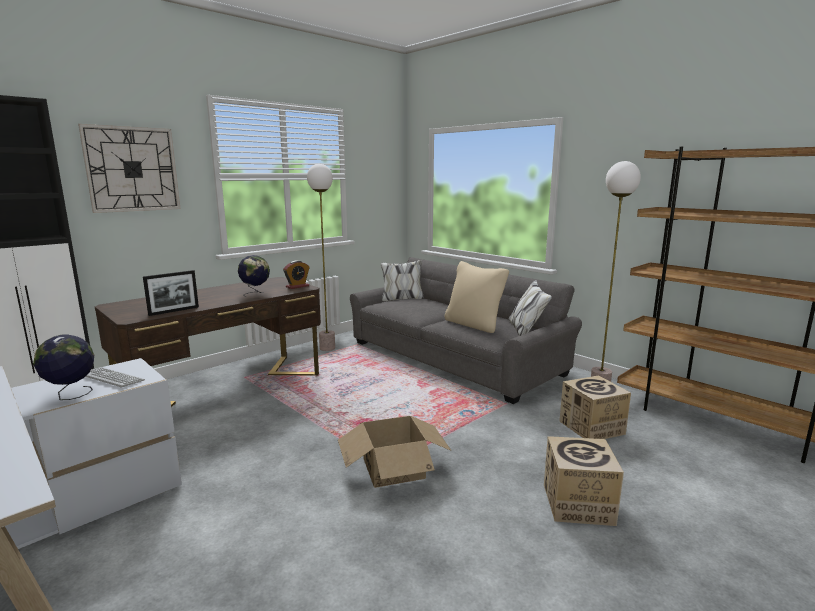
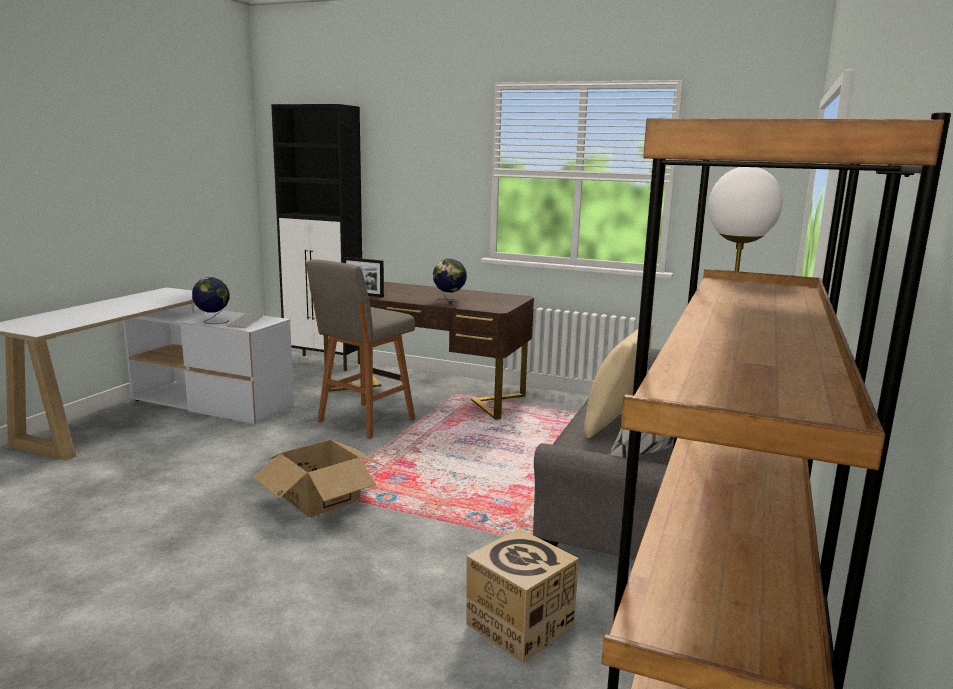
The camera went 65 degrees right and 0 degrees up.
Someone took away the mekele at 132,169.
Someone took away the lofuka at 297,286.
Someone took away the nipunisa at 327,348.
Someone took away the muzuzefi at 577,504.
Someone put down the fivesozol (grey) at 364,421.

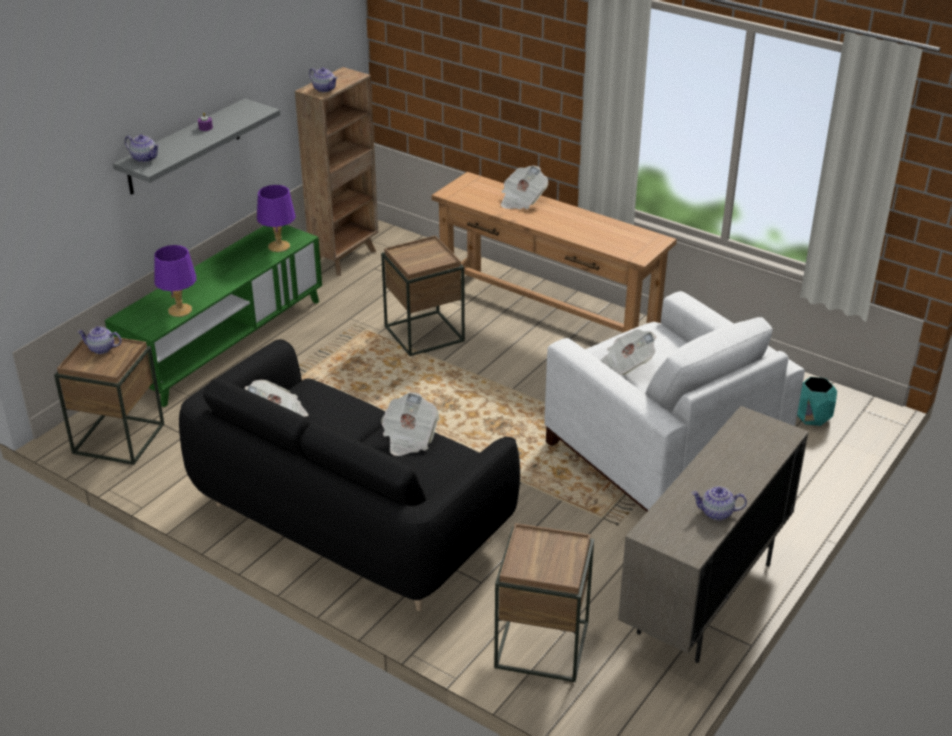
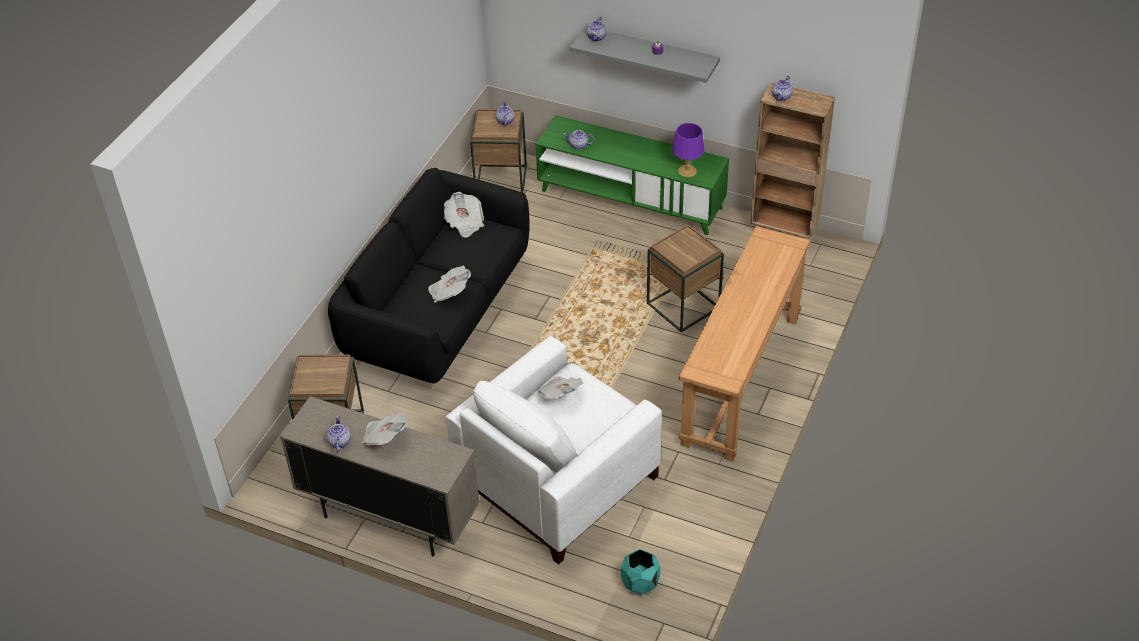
The camera went 80 degrees right and 10 degrees up.
Someone swapped the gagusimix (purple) at 180,310 for the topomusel at 578,146.
Someone carried the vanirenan from 522,200 to 385,437.

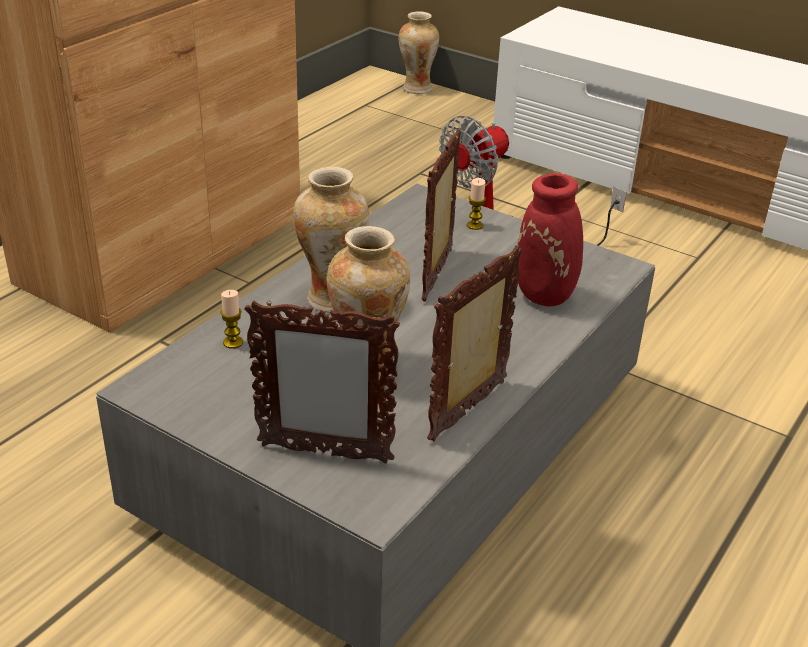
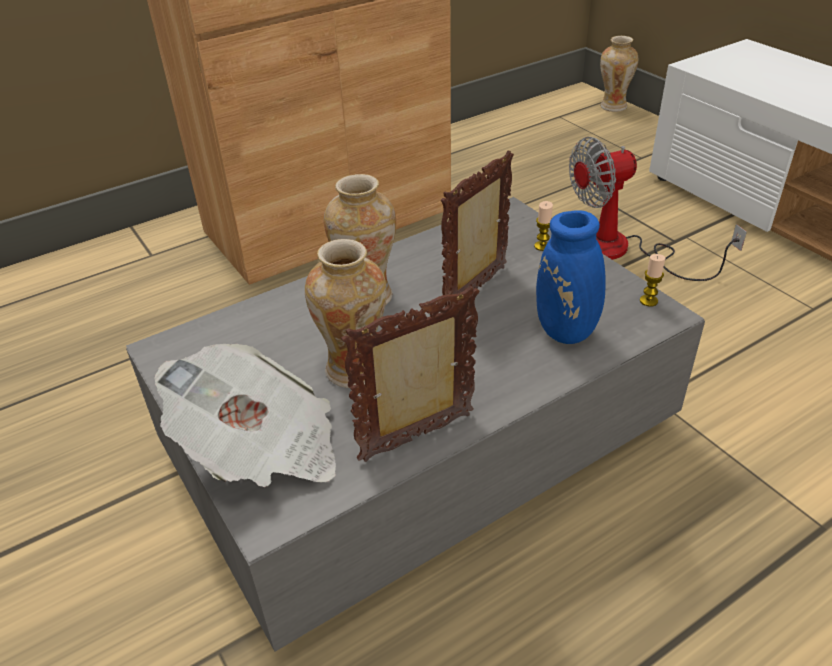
The camera went 25 degrees right and 5 degrees up.
Someone carried the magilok from 233,342 to 648,301.
Someone swapped the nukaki at 323,453 for the vanirenan at 261,448.
Someone repainted the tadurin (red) at 549,297, which became the tadurin (blue) at 570,334.

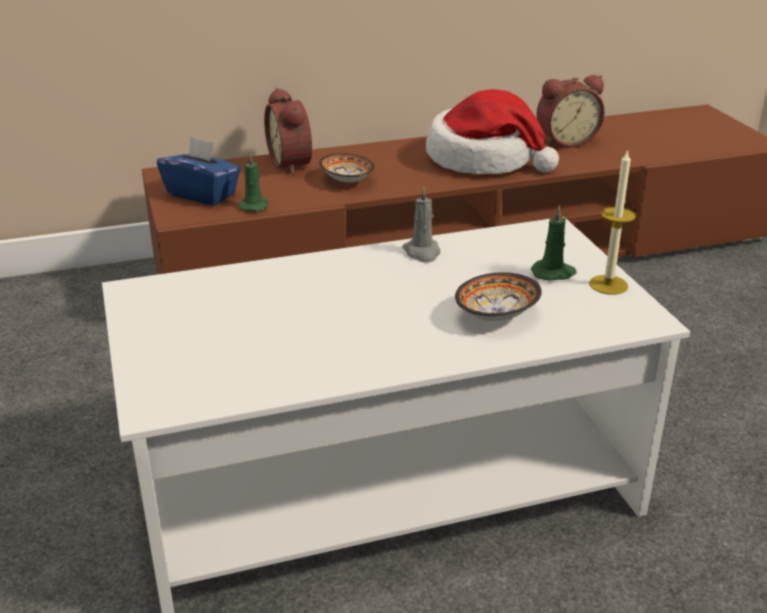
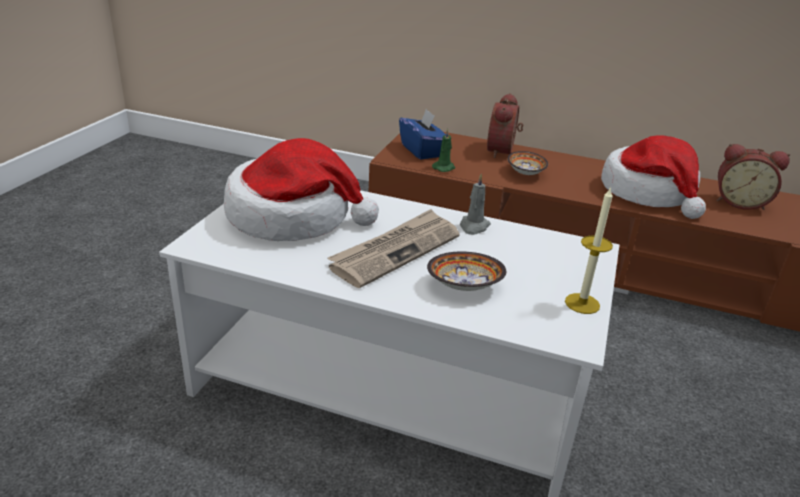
The camera went 35 degrees right and 0 degrees up.
Someone took away the magilok (green) at 554,273.
Someone put down the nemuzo at 293,216.
Someone put down the vanirenan at 395,250.

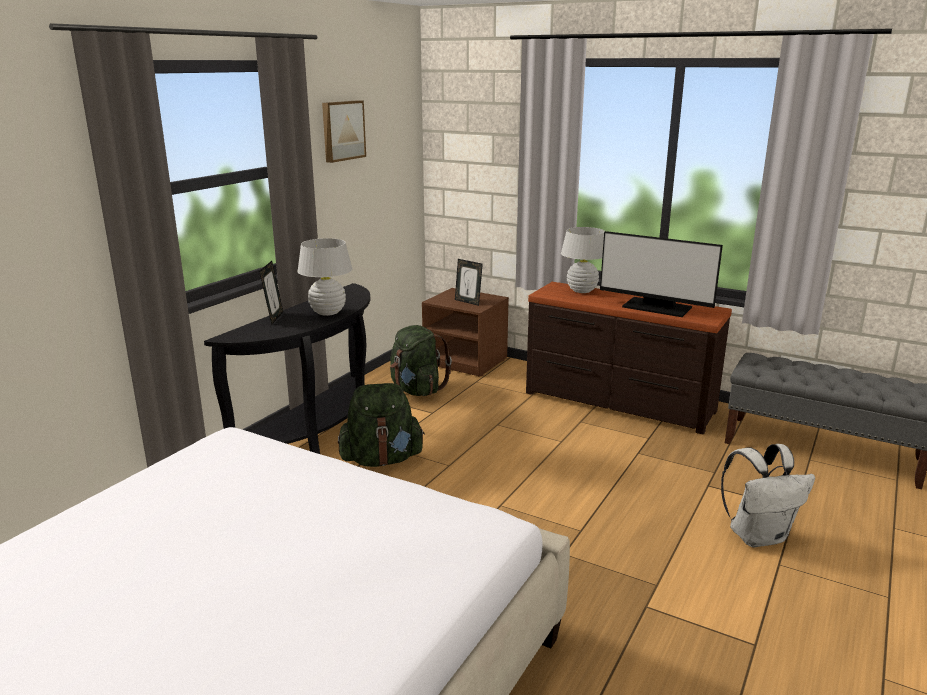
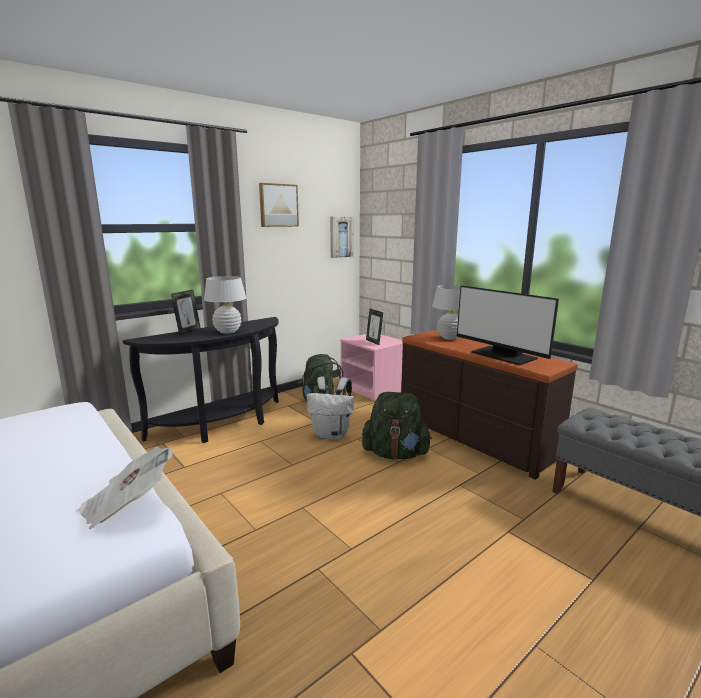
The camera went 20 degrees right and 5 degrees down.
Someone carried the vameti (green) from 382,459 to 395,454.
Someone repainted the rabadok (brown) at 466,361, which became the rabadok (pink) at 374,388.
Someone carried the vameti (white) from 758,536 to 332,434.
Someone put down the vanirenan at 128,506.
Someone put up the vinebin at 340,237.

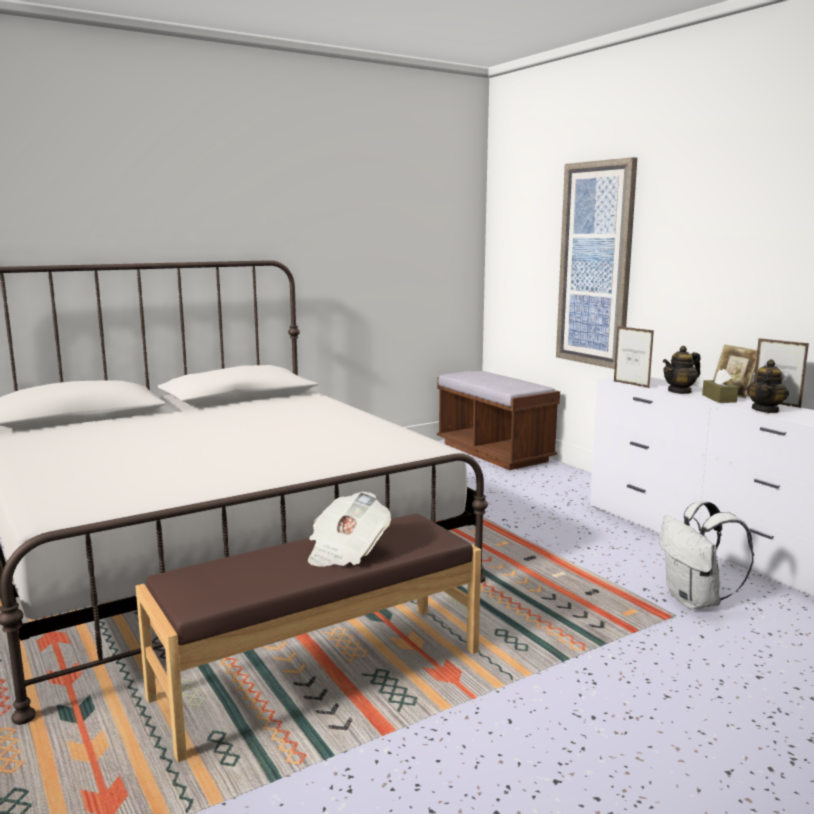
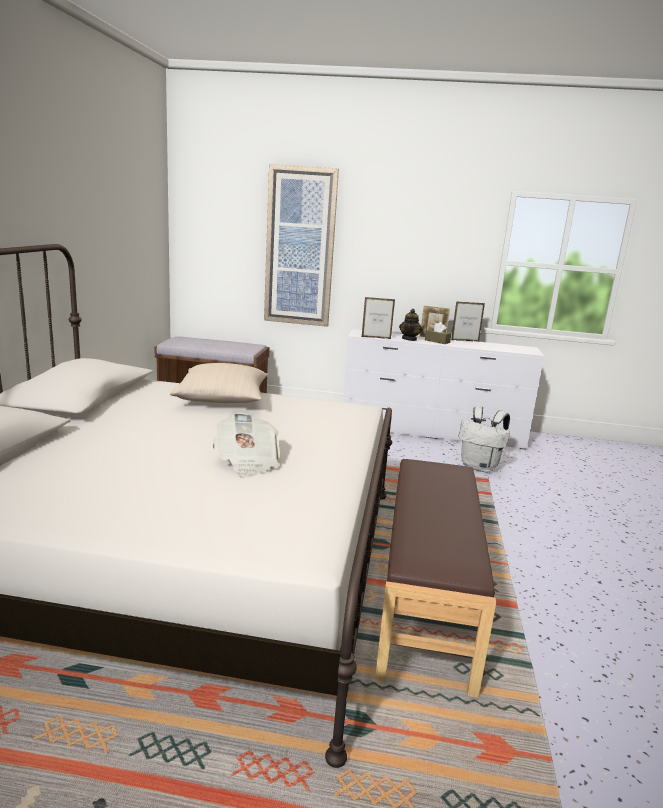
The camera went 50 degrees left and 5 degrees up.
Someone carried the vanirenan from 346,552 to 246,462.
Someone took away the topomusel at 765,410.
Someone put down the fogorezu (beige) at 222,399.

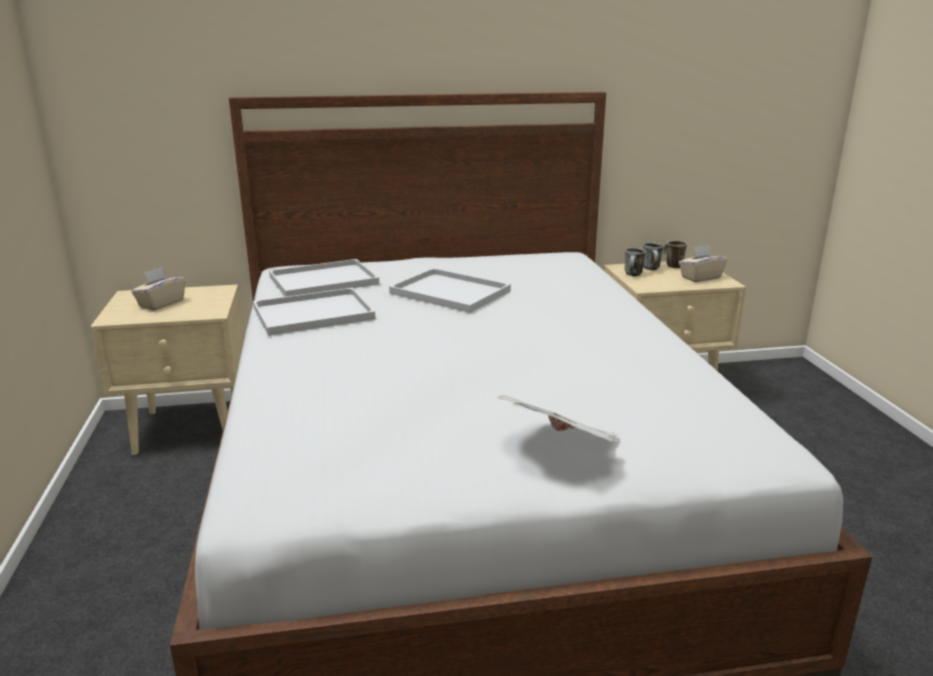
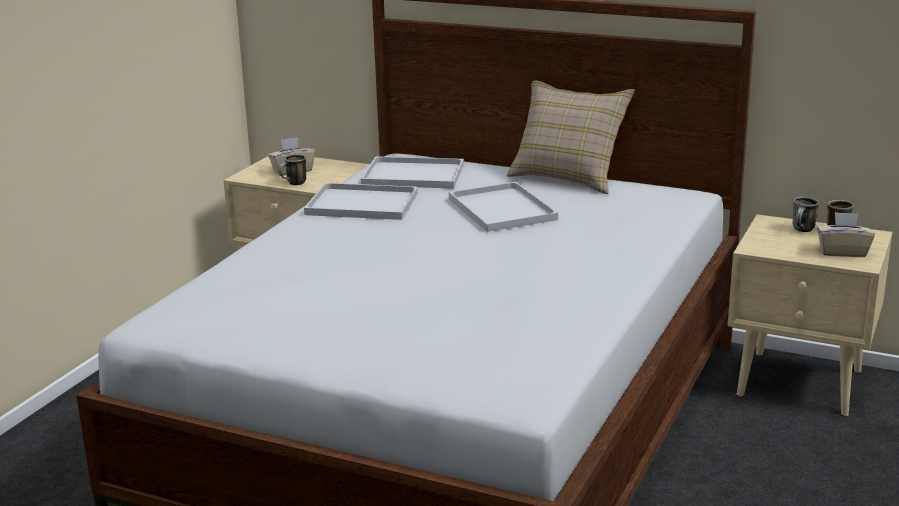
The camera went 35 degrees right and 0 degrees up.
Someone took away the vanirenan at 563,449.
Someone carried the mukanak from 633,275 to 294,184.
Someone put down the fogorezu (beige) at 568,177.

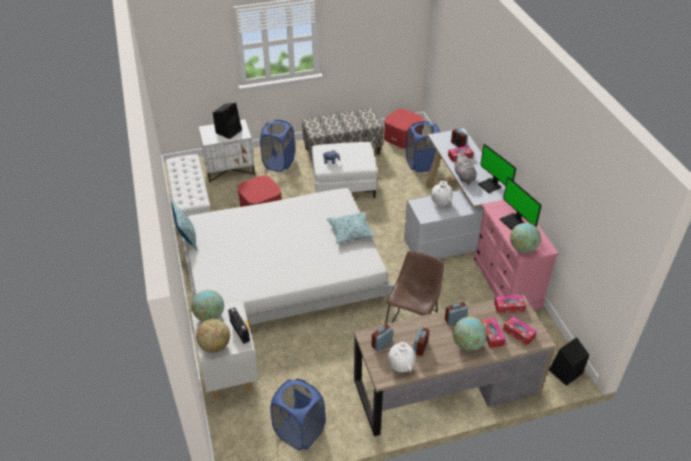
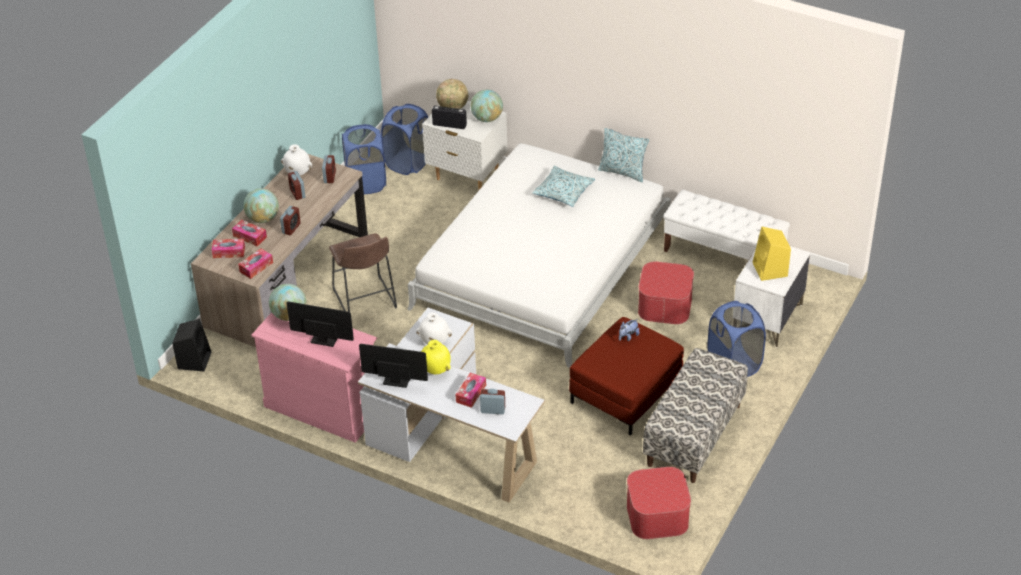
The camera went 135 degrees right and 0 degrees up.
Someone repainted the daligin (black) at 229,131, which became the daligin (yellow) at 770,270.
Someone repainted the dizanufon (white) at 344,184, which became the dizanufon (red) at 625,394.
Someone carried the fogorezu from 350,232 to 563,192.
Someone carried the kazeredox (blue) from 421,164 to 408,163.
Someone swapped the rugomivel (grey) at 464,177 for the tadurin (yellow) at 435,370.

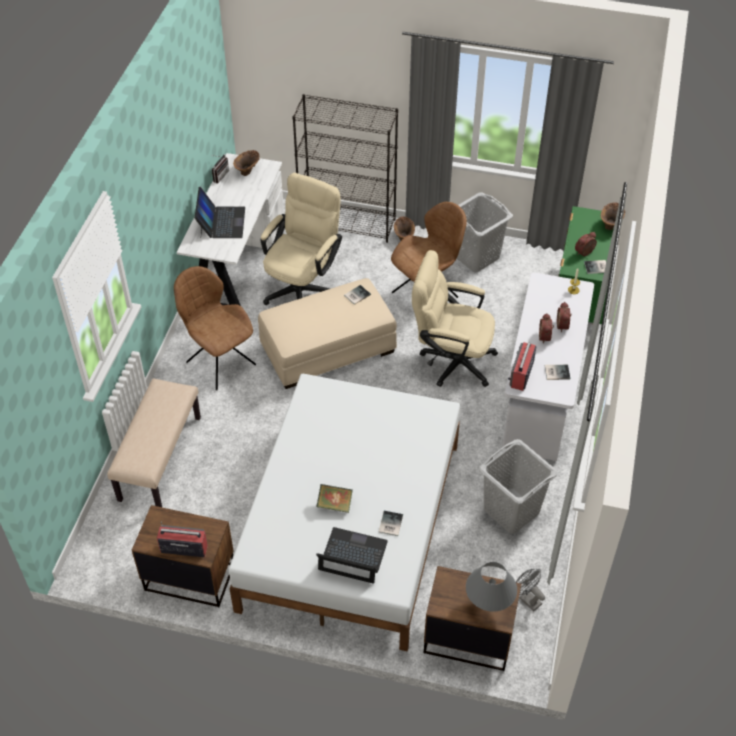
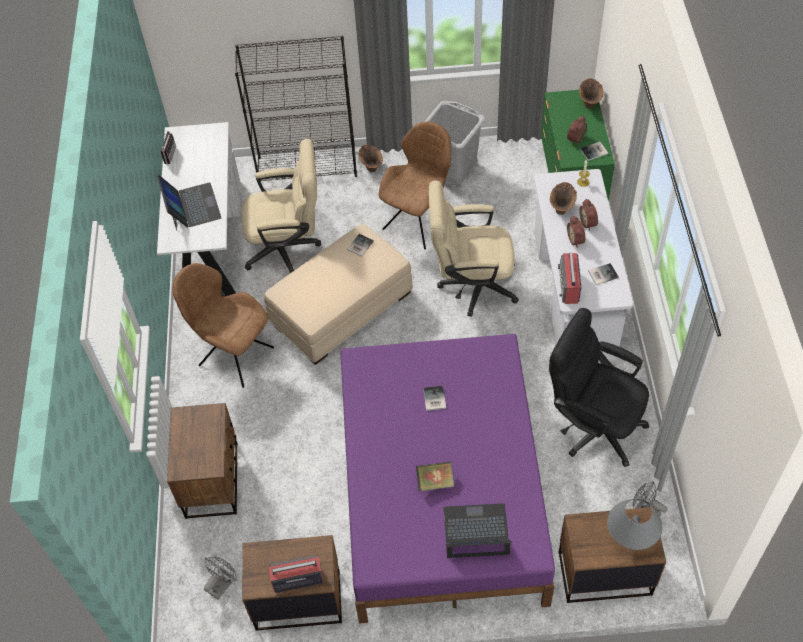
The camera went 15 degrees left and 5 degrees up.
Someone swapped the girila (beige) at 159,458 for the rabadok (brown) at 213,480.
Someone repainted the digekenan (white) at 350,525, which became the digekenan (purple) at 440,491.
Someone carried the tadurin (brown) from 248,171 to 562,208.
Someone rotated the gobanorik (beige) at 303,286 by 75 degrees clockwise.
Someone carried the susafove from 389,524 to 434,399.
Someone swapped the kazeredox (grey) at 511,510 for the gobanorik (black) at 592,425.
Someone put down the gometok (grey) at 222,584.

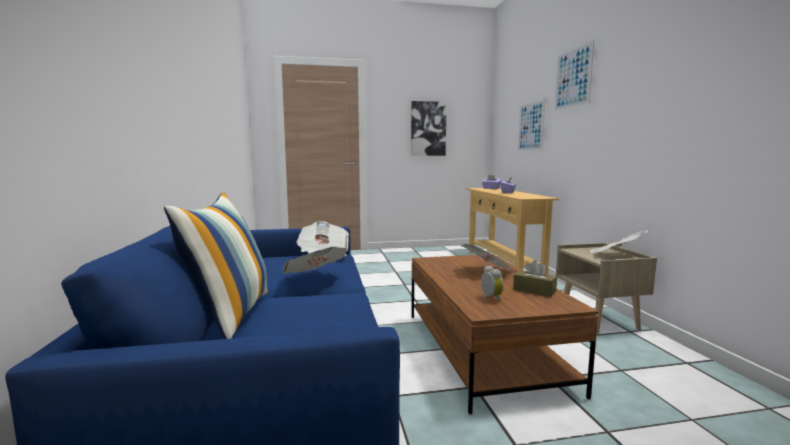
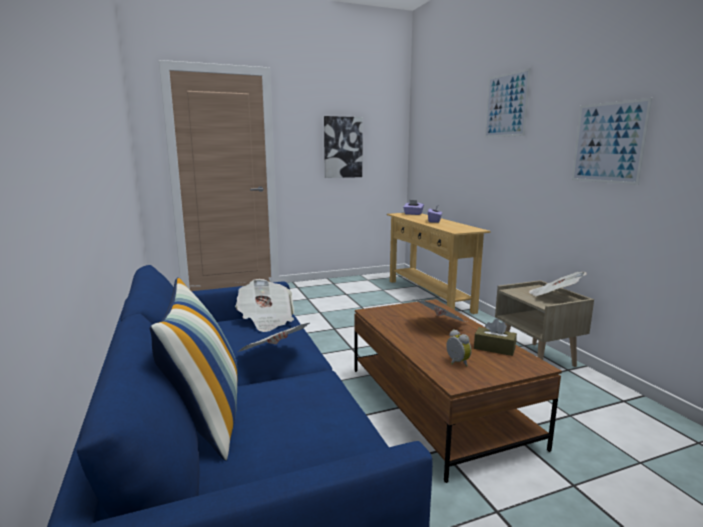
The camera went 10 degrees left and 5 degrees up.
Someone carried the vinebin from 530,126 to 608,143.

